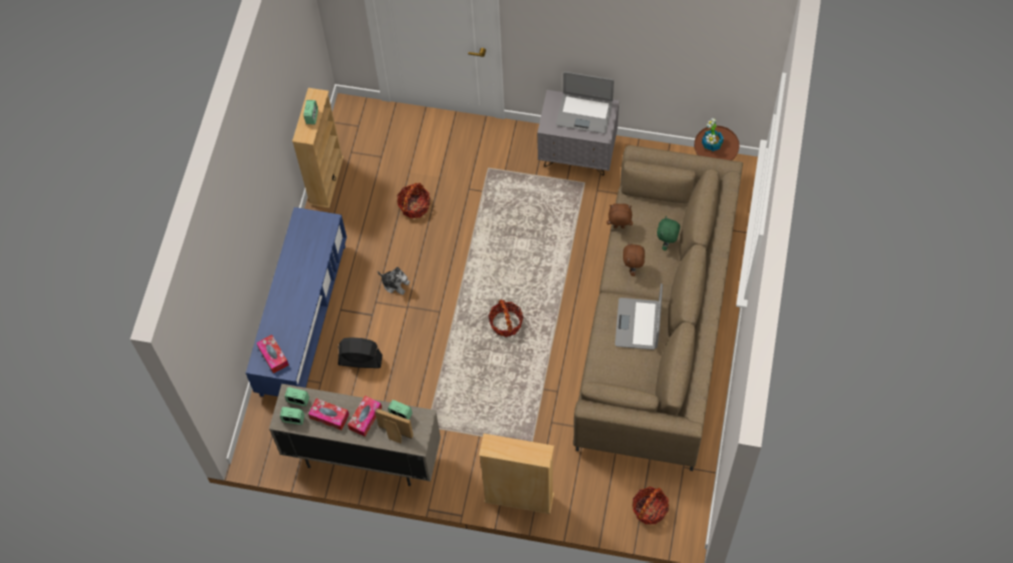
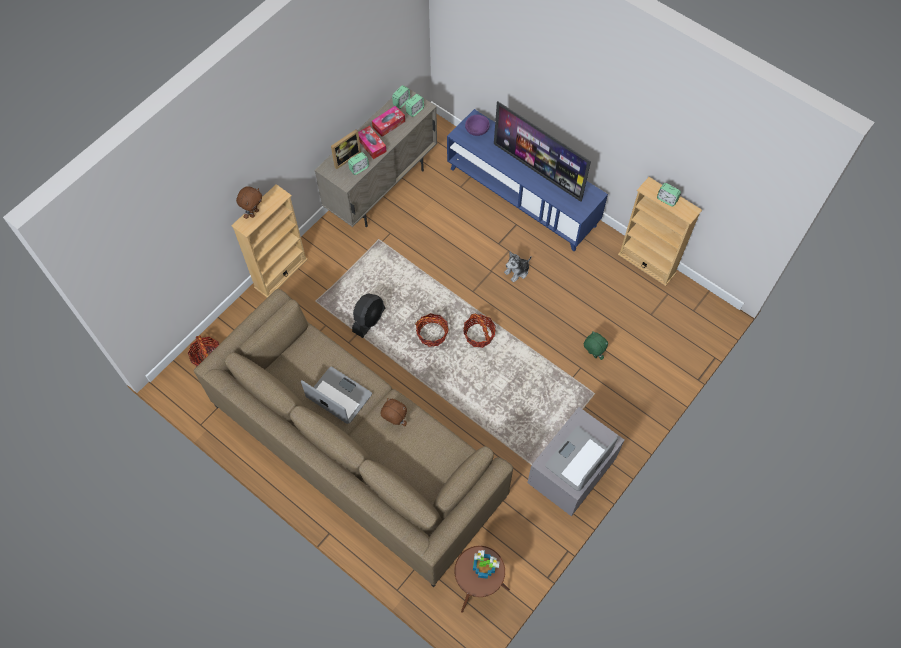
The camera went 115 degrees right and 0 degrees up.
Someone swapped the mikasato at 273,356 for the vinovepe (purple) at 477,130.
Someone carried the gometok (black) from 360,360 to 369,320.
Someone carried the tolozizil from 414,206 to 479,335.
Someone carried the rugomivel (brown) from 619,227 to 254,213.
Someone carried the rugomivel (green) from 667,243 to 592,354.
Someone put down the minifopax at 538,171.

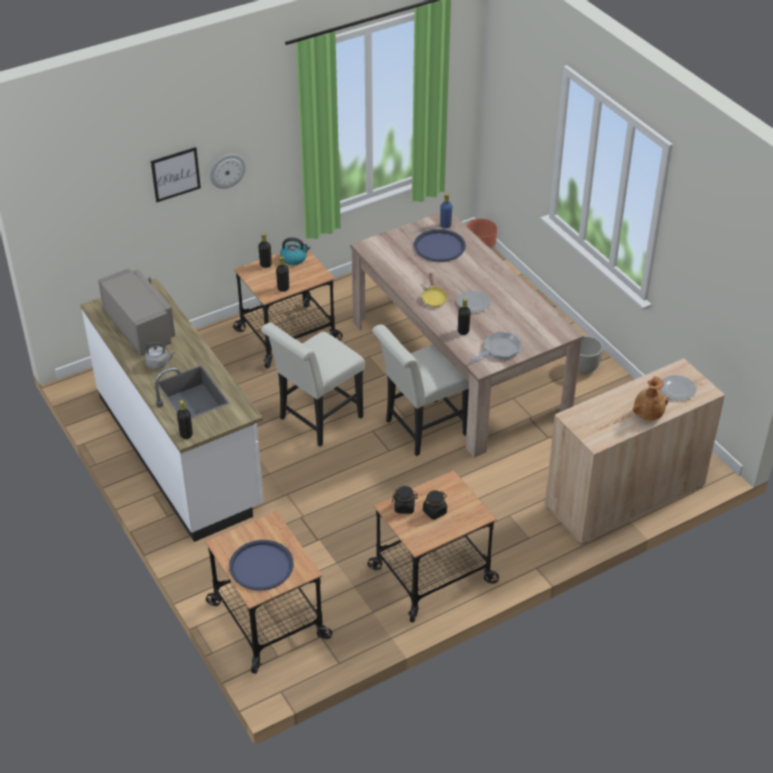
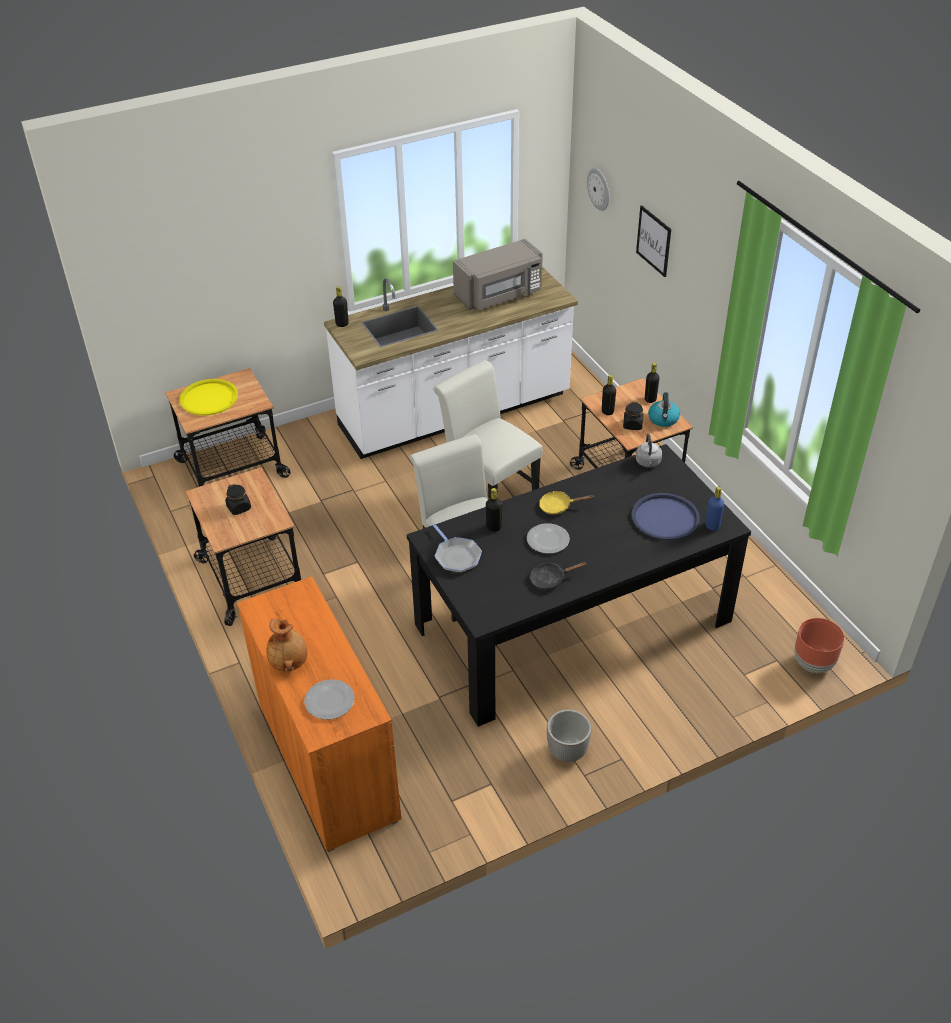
The camera went 95 degrees right and 0 degrees up.
Someone carried the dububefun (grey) from 159,363 to 648,463.
Someone carried the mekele from 227,170 to 599,189.
Someone repainted the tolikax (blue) at 261,566, which became the tolikax (yellow) at 209,398.
Someone repainted the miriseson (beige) at 458,367, which became the miriseson (black) at 572,623.
Someone carried the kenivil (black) from 404,507 to 632,425.
Someone repainted the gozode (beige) at 624,495, which became the gozode (orange) at 328,761.
Someone put down the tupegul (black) at 550,579.

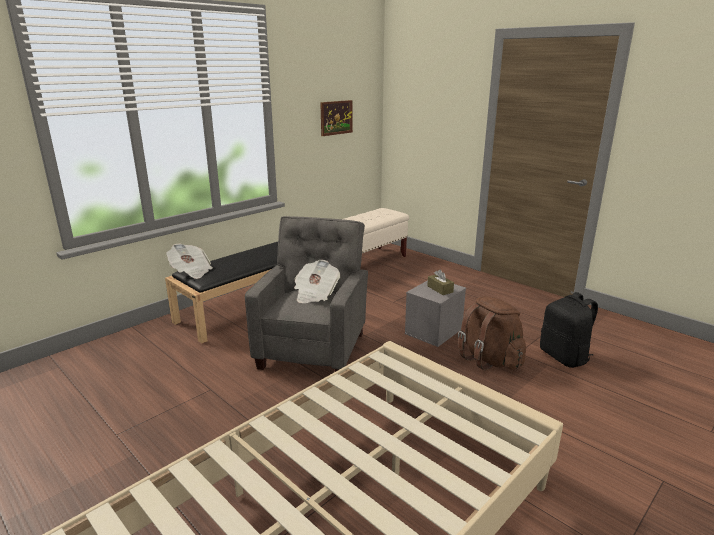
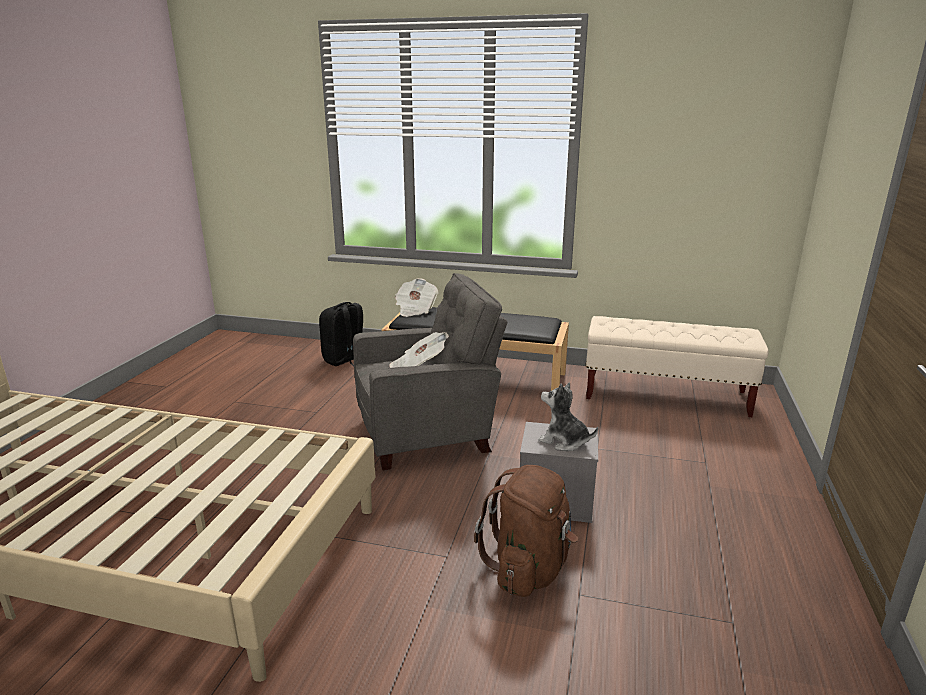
The camera went 60 degrees right and 0 degrees up.
Someone took away the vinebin at 336,117.
Someone swapped the mikasato (brown) at 440,289 for the rugomivel at 564,441.
Someone carried the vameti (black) from 564,357 to 345,360.

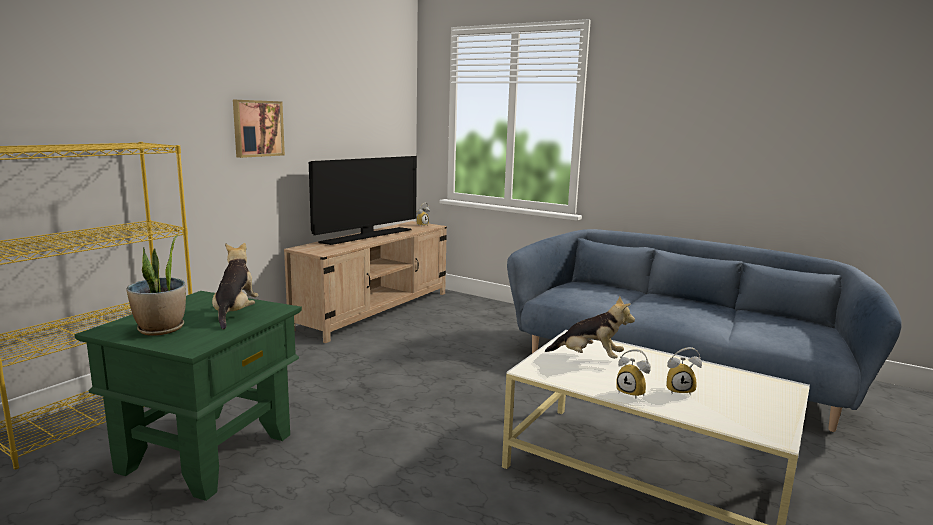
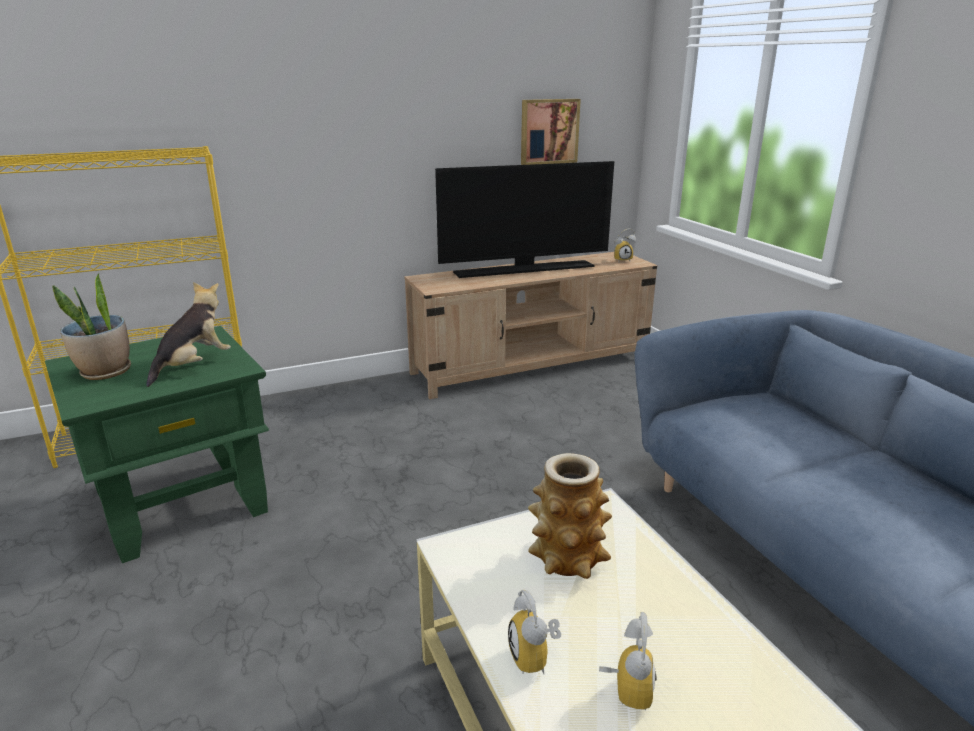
The camera went 35 degrees right and 10 degrees up.
Someone carried the vinebin from 257,128 to 548,131.
Someone swapped the rugomivel at 589,358 for the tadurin at 567,557.
Someone rotated the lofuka at 679,390 by 120 degrees counterclockwise.

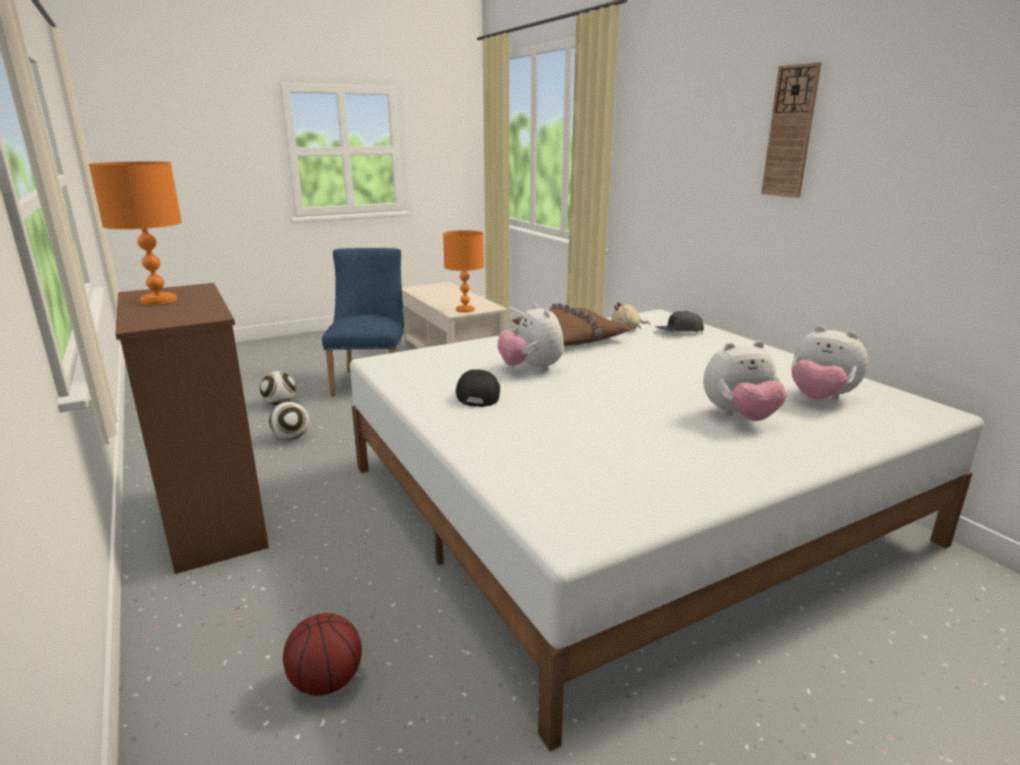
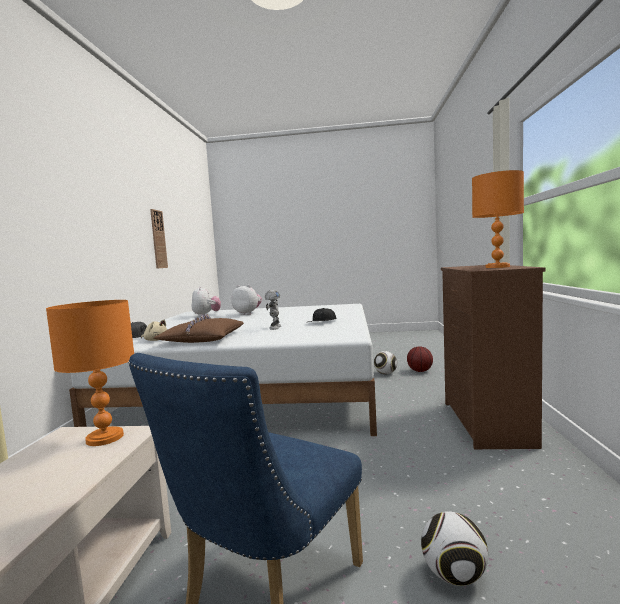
The camera went 145 degrees left and 15 degrees down.
Someone carried the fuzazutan from 291,437 to 385,373.
Someone swapped the rugomivel at 531,369 for the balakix at 274,328.
Someone carried the mekele from 790,132 to 158,239.

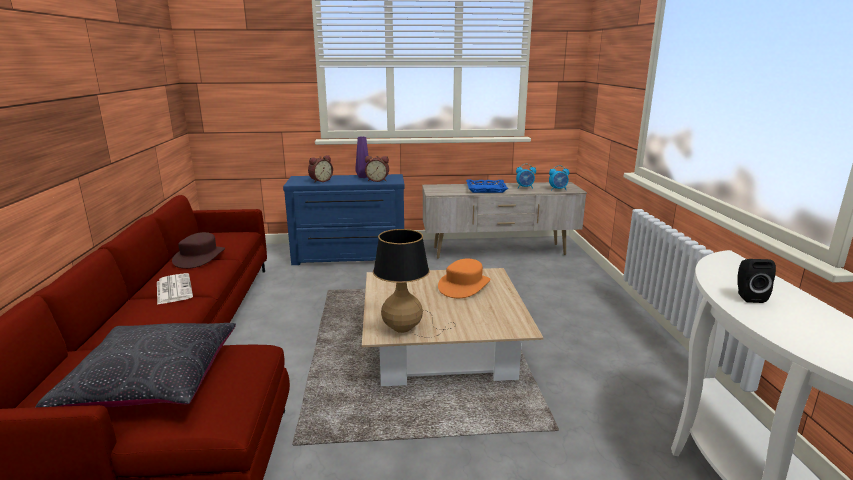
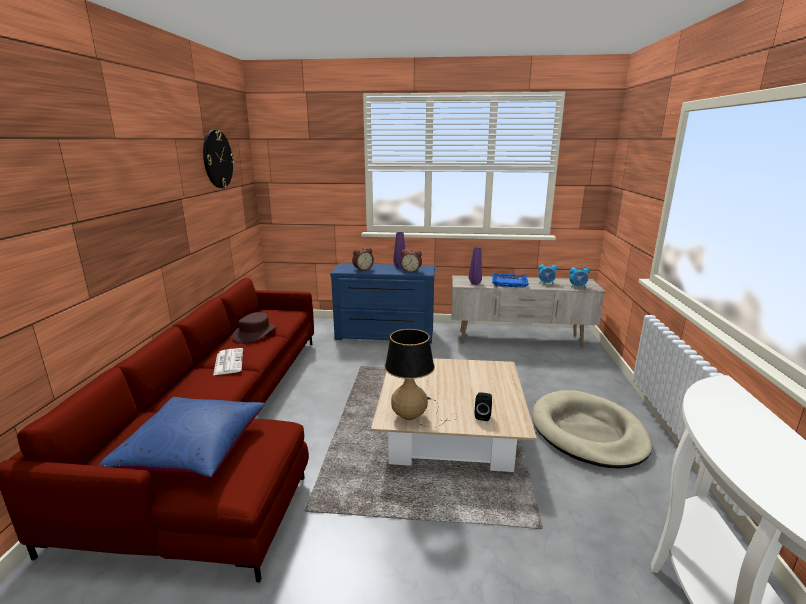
The camera went 10 degrees right and 0 degrees up.
Someone repainted the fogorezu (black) at 153,382, which became the fogorezu (blue) at 193,449.
Someone took away the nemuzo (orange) at 464,285.
Someone carried the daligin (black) from 748,296 to 483,415.
Someone put up the mekele at 217,159.
Someone put down the tadurin (purple) at 475,283.
Someone put down the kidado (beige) at 587,432.

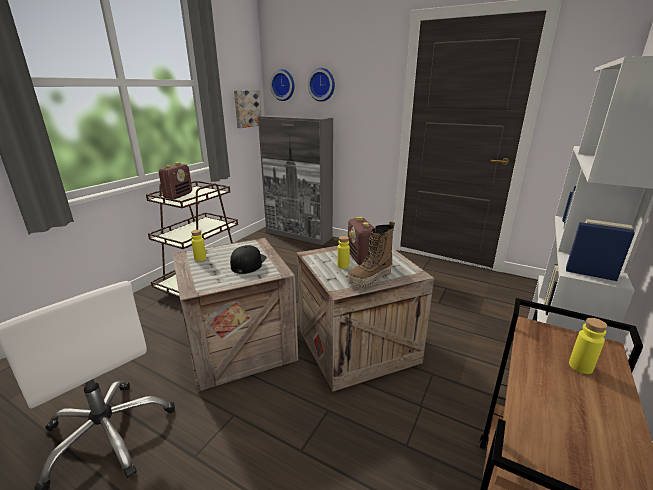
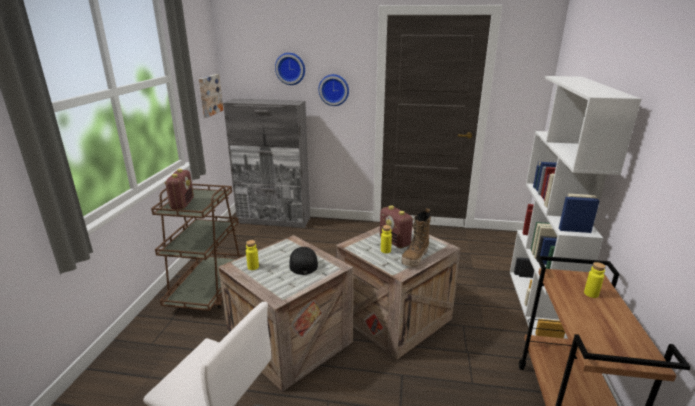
The camera went 20 degrees left and 0 degrees up.
Someone carried the mekele from 283,85 to 334,89.

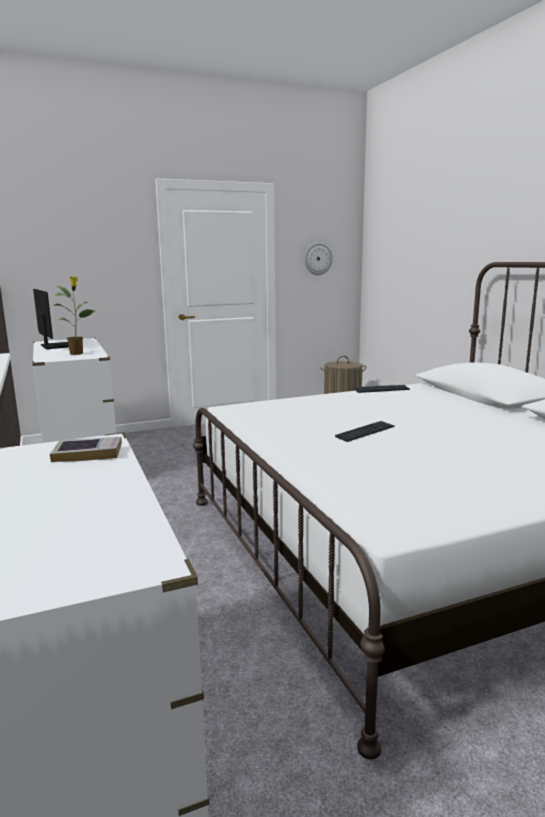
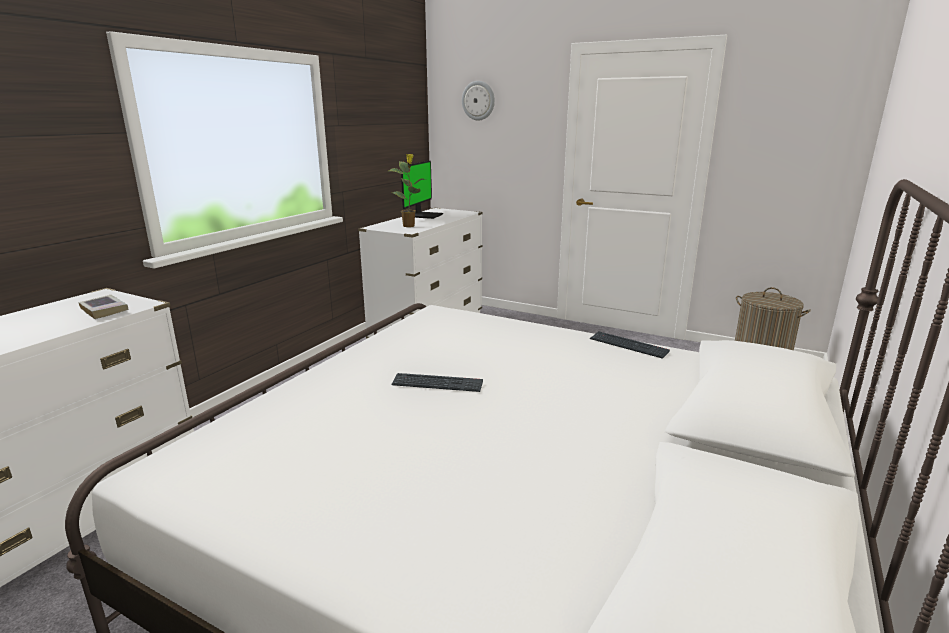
The camera went 50 degrees right and 5 degrees up.
Someone carried the mekele from 318,258 to 478,100.

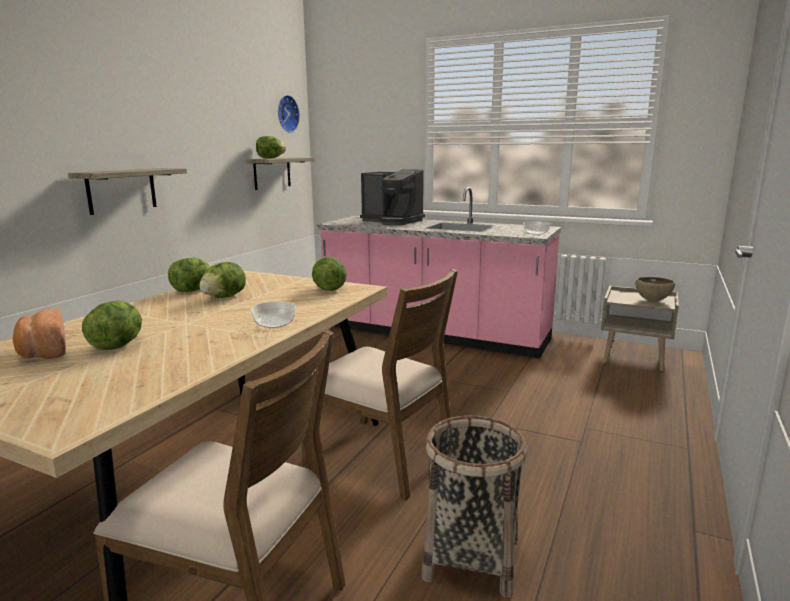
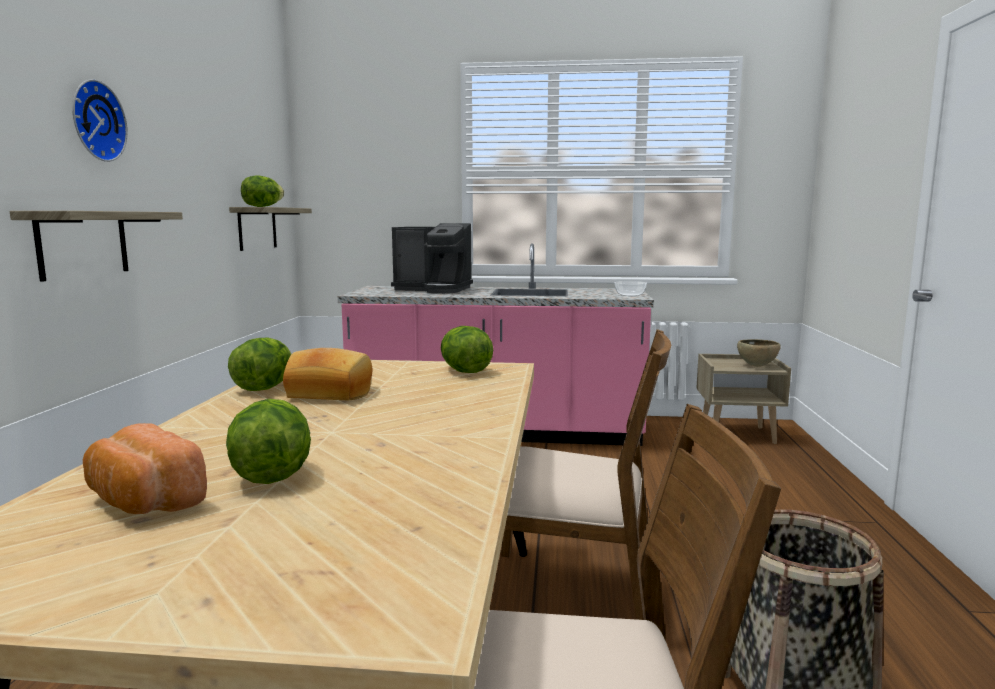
The camera went 20 degrees left and 5 degrees down.
Someone swapped the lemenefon at 224,297 for the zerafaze at 331,393.
Someone took away the vinovepe at 273,324.
Someone carried the mekele from 286,114 to 95,121.

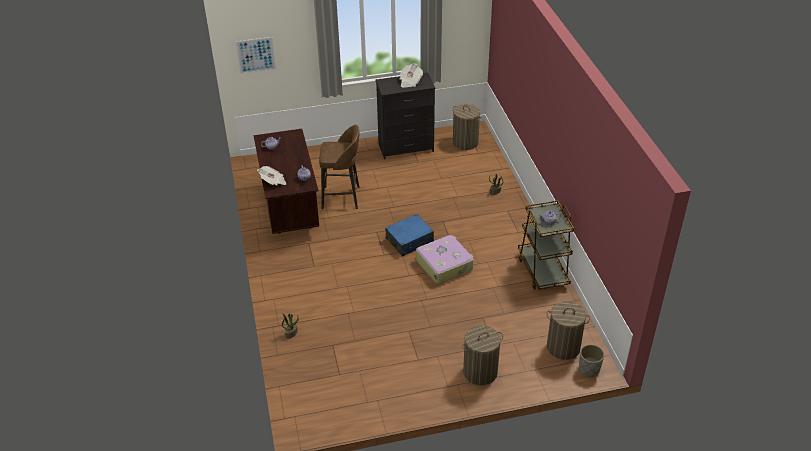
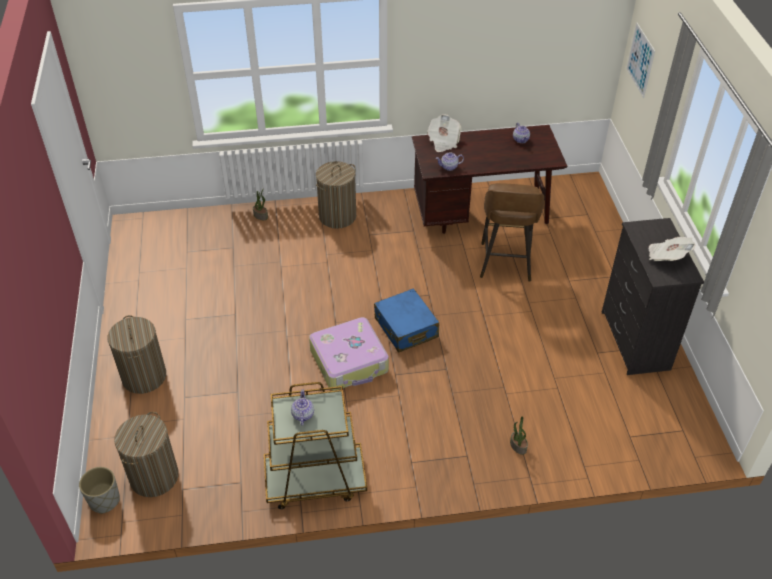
The camera went 95 degrees right and 5 degrees up.
Someone carried the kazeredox from 465,142 to 337,216.

